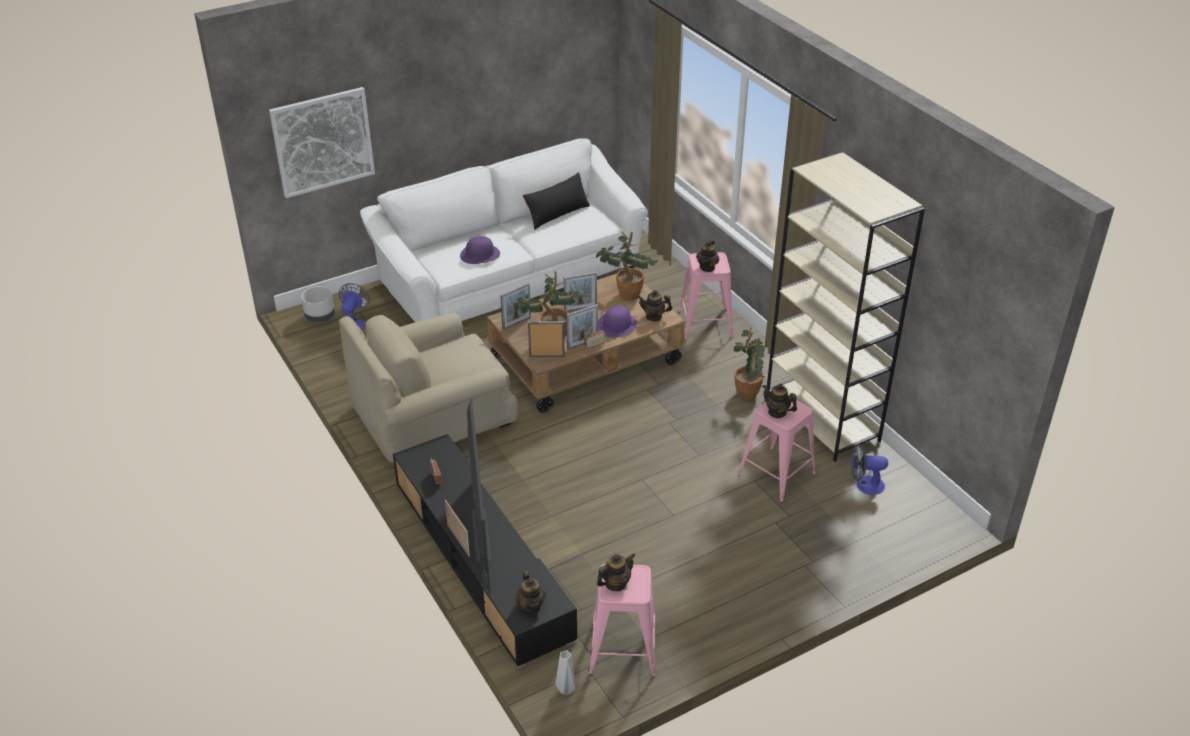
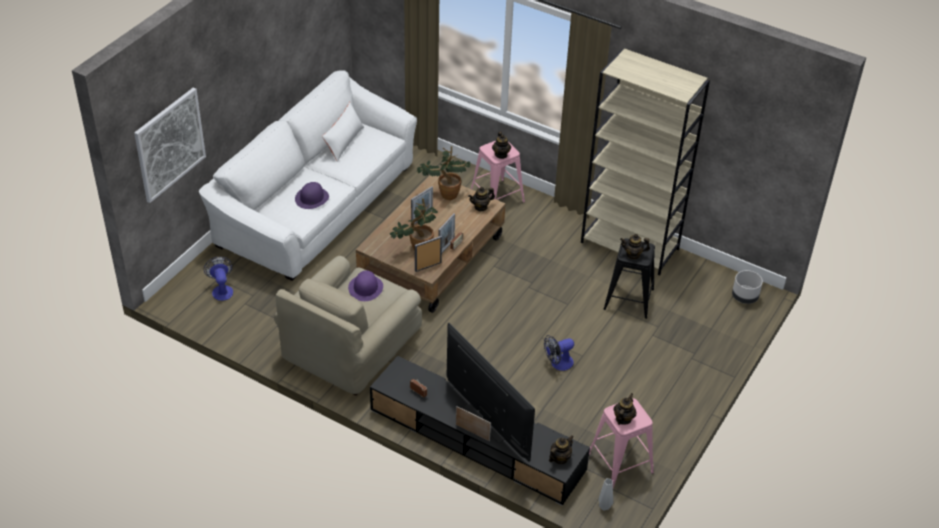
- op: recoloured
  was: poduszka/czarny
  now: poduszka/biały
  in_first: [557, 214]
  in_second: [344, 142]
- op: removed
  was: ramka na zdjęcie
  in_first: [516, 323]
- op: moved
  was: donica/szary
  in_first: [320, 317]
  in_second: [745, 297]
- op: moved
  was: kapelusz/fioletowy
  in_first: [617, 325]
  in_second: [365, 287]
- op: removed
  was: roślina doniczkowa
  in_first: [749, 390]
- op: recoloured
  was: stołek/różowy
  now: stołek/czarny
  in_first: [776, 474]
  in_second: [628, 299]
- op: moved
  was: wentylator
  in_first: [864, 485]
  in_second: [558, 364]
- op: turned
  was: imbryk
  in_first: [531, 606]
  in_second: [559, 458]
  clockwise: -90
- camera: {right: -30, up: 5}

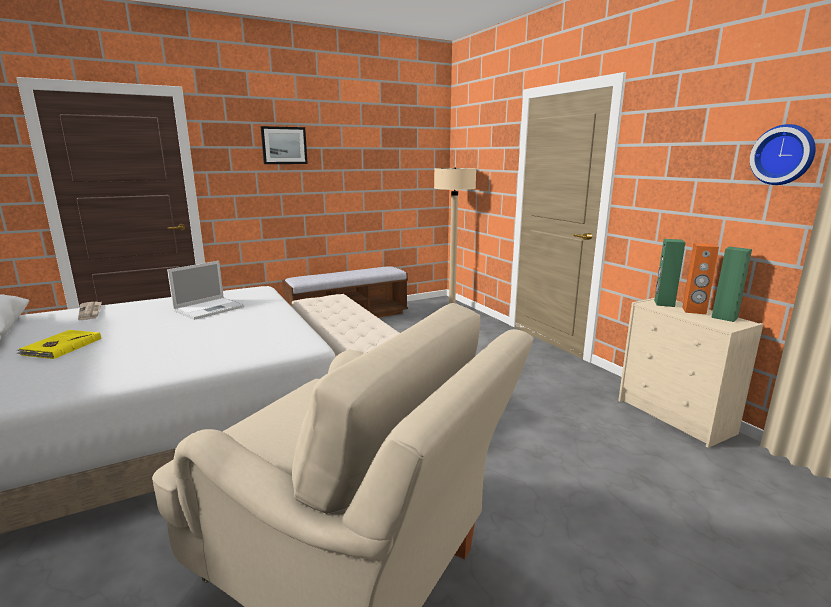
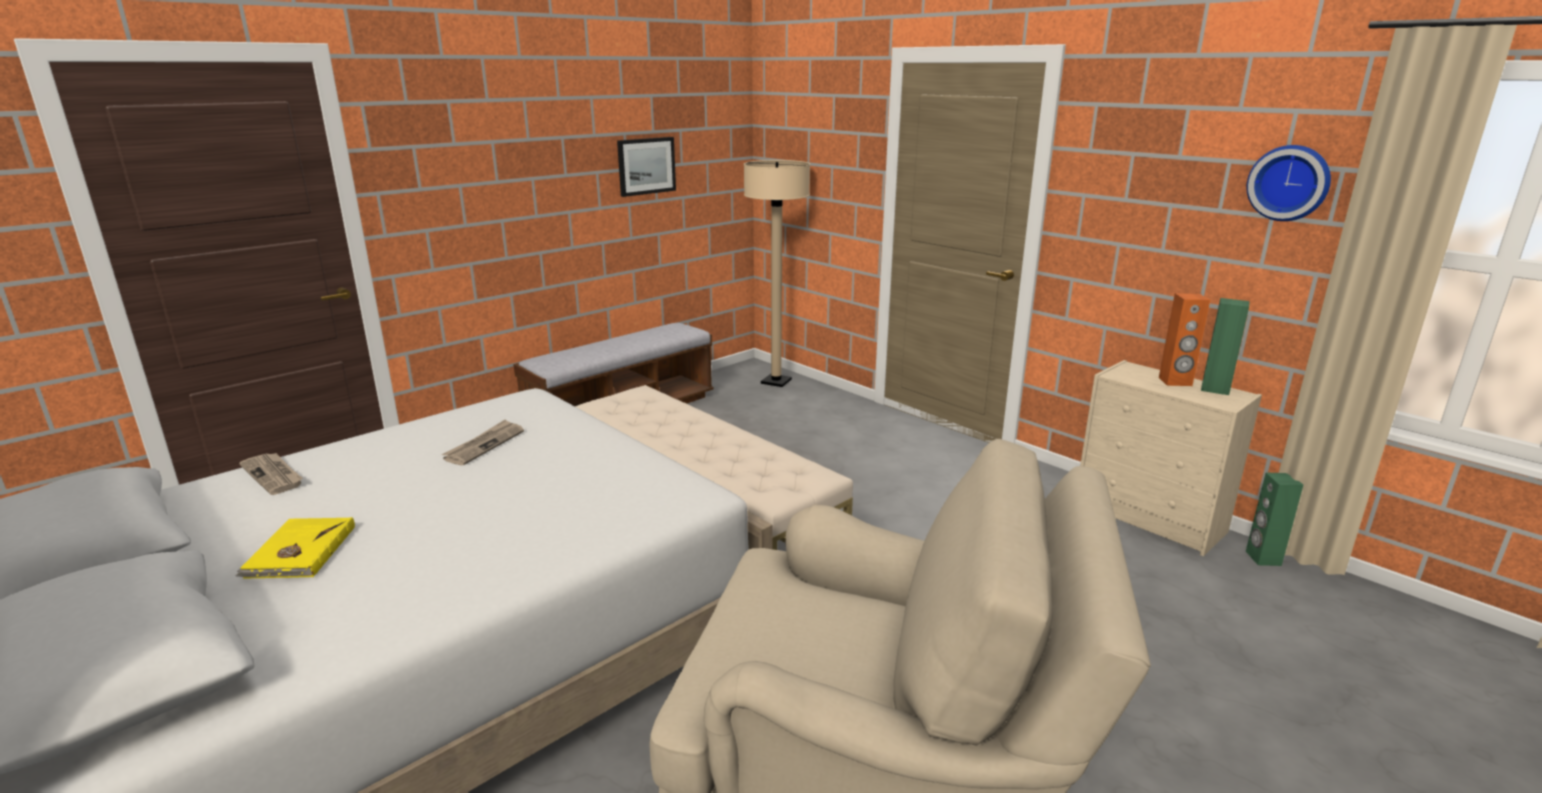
- op: moved
  was: obraz
  in_first: [284, 145]
  in_second: [646, 166]
- op: moved
  was: głośnik/zielony
  in_first: [663, 303]
  in_second: [1262, 558]
- op: replaced
  was: laptop
  now: gazeta
  in_first: [210, 308]
  in_second: [484, 445]
- camera: {right: -15, up: 5}

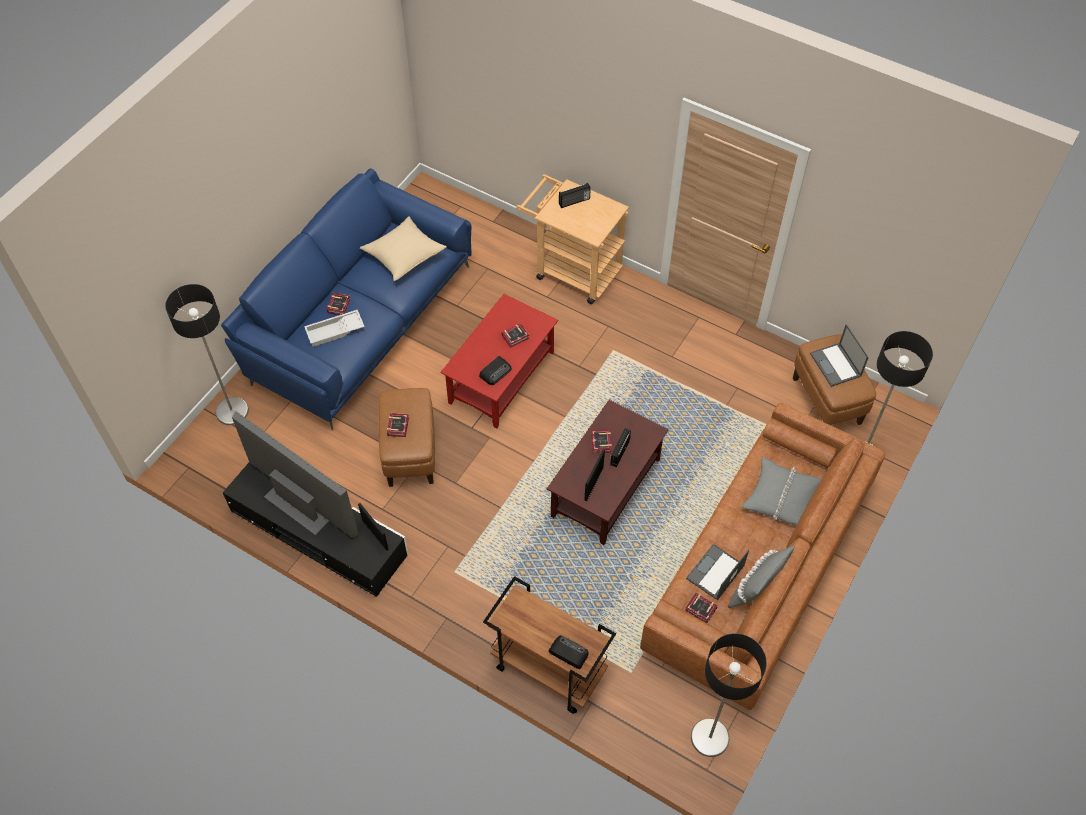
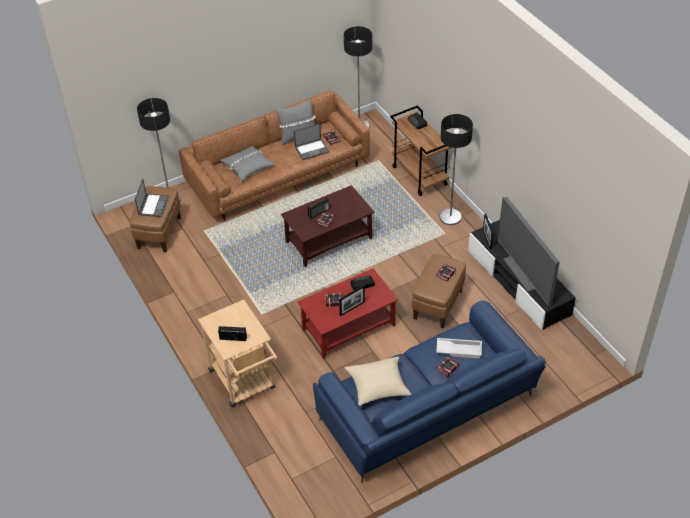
- op: moved
  was: lampa stojąca
  in_first: [232, 411]
  in_second: [450, 217]
- op: moved
  was: ramka na zdjęcie
  in_first: [594, 484]
  in_second: [352, 308]
- camera: {right: -150, up: -10}

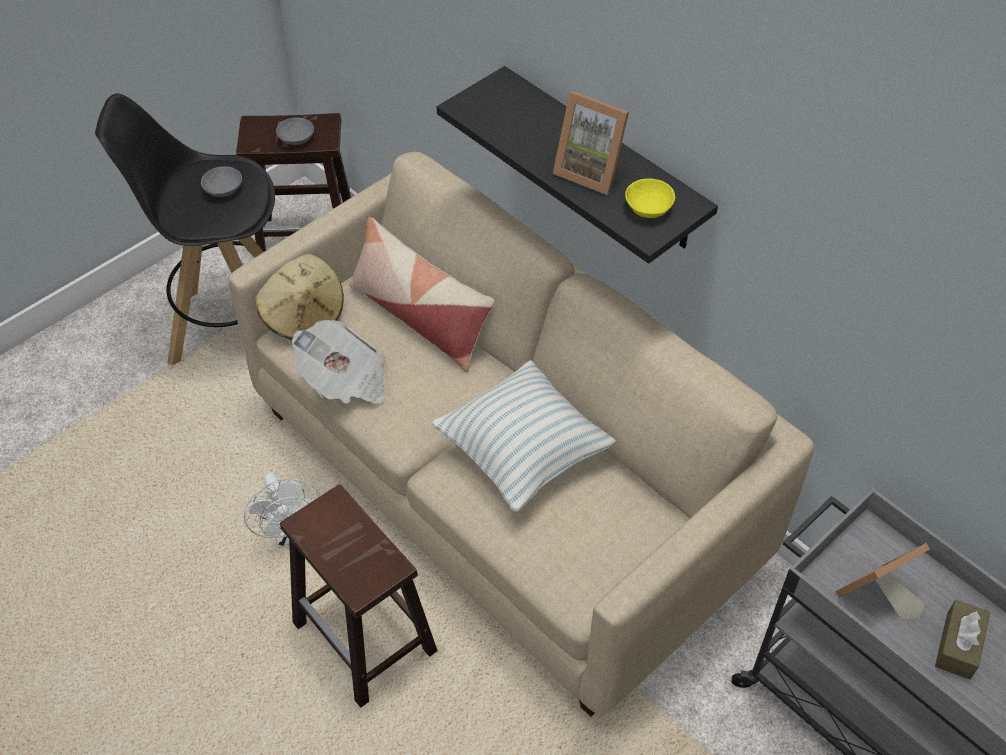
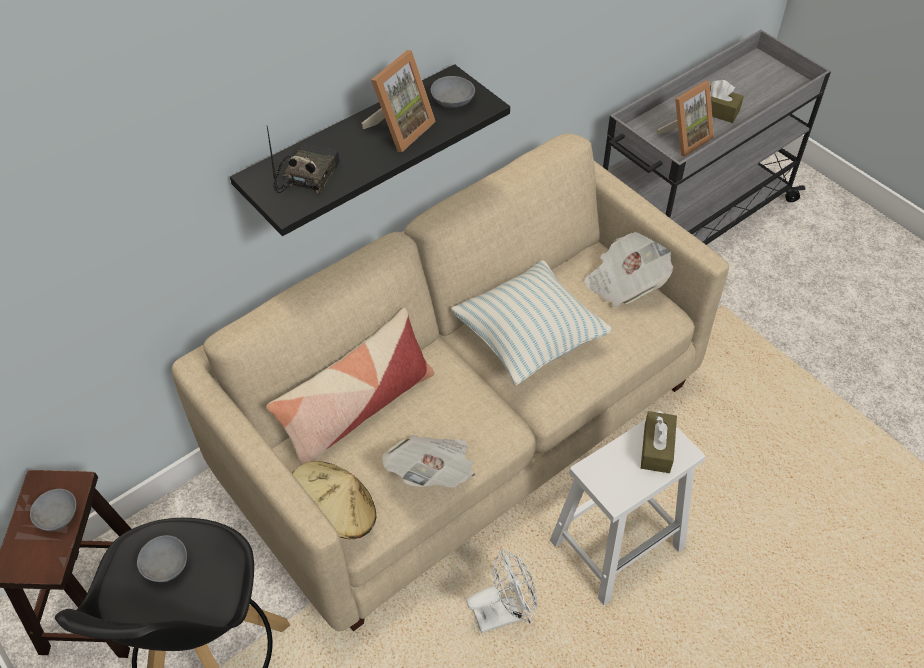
- op: recoloured
  was: miska/żółty
  now: miska/szary
  in_first: [650, 208]
  in_second: [454, 100]
- op: recoloured
  was: stołek/brązowy
  now: stołek/biały
  in_first: [366, 638]
  in_second: [618, 543]
- op: turned
  was: ramka na zdjęcie
  in_first: [877, 599]
  in_second: [685, 139]
  clockwise: -105
- op: added
  now: radio
  in_second: [306, 175]
- op: added
  now: gazeta
  in_second: [626, 282]
- op: added
  now: pudełko chusteczek/brązowy
  in_second: [657, 448]
- camera: {right: -85, up: 0}

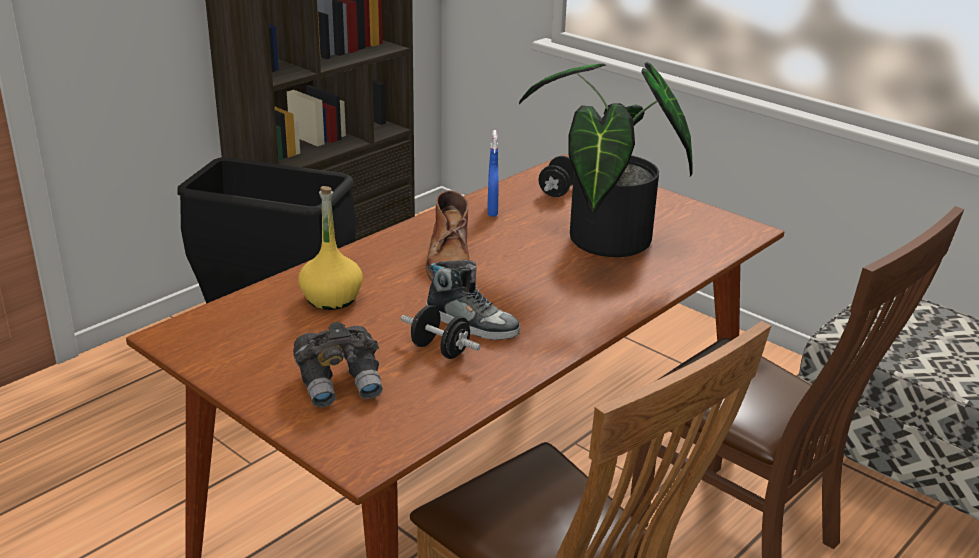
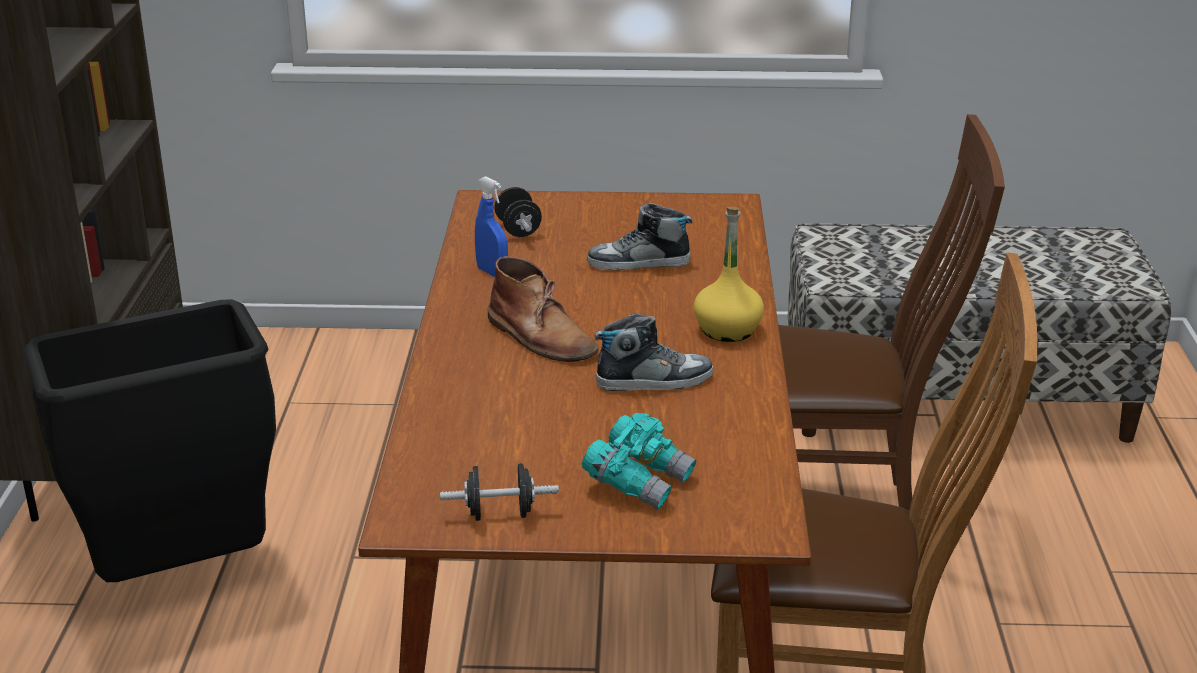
- op: replaced
  was: roślina doniczkowa
  now: but
  in_first: [602, 243]
  in_second: [639, 263]
- op: moved
  was: butelka/żółty
  in_first: [332, 298]
  in_second: [727, 329]
- op: moved
  was: hantel/czarny
  in_first: [440, 350]
  in_second: [500, 514]
- op: recoloured
  was: lornetka/szary
  now: lornetka/turkusowy
  in_first: [340, 383]
  in_second: [639, 482]
- camera: {right: -40, up: 0}

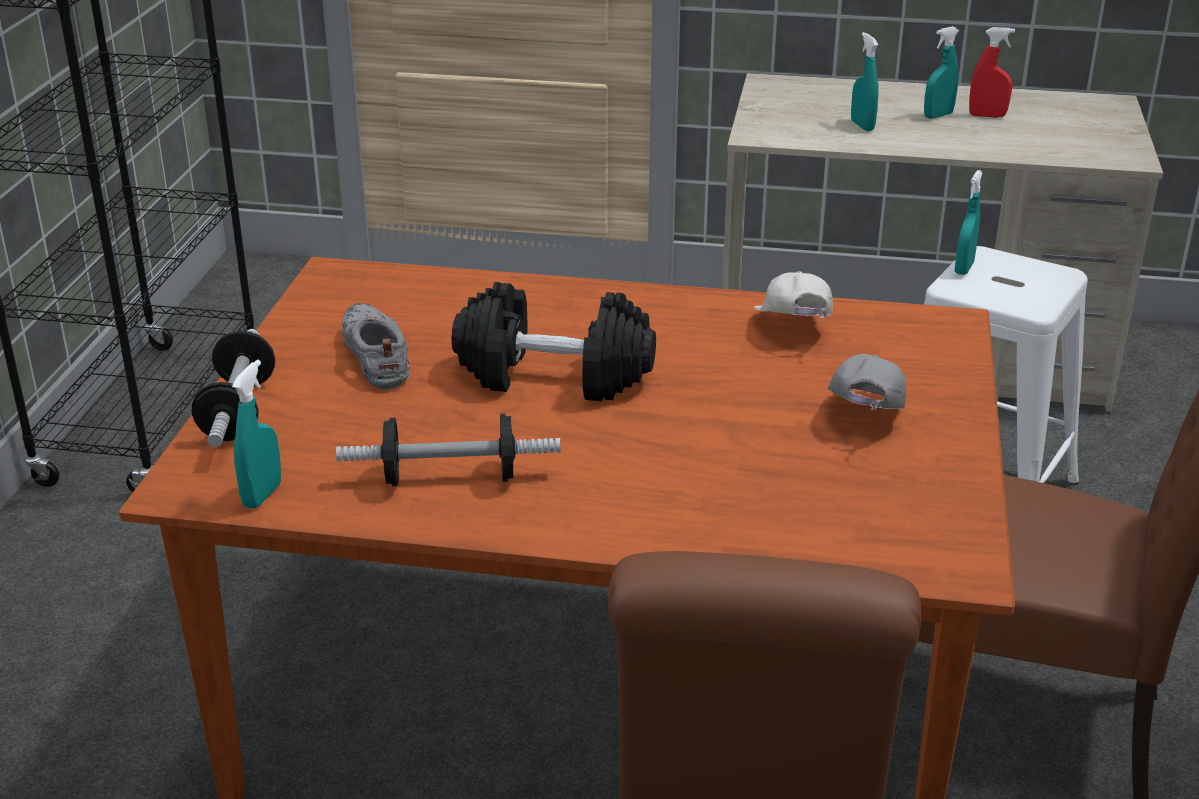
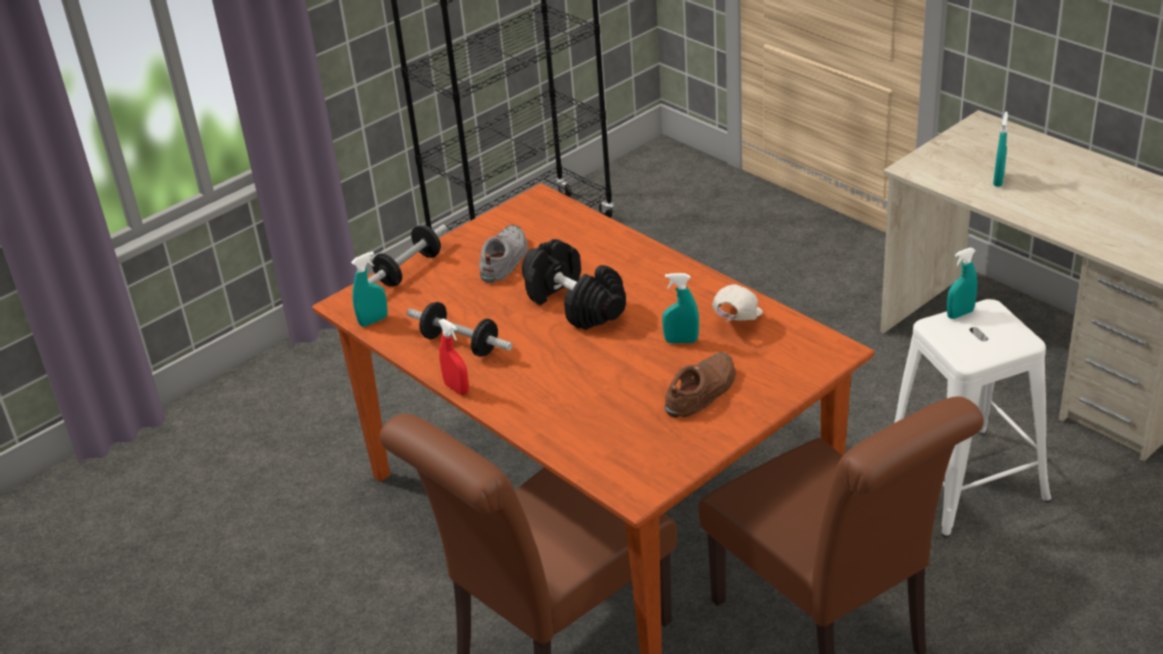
- op: moved
  was: spryskiwacz/turkusowy
  in_first: [938, 115]
  in_second: [681, 341]
- op: moved
  was: spryskiwacz/czerwony
  in_first: [987, 116]
  in_second: [457, 388]
- op: replaced
  was: czapka z daszkiem/szary
  now: but/brązowy
  in_first: [863, 417]
  in_second: [701, 391]
- camera: {right: 40, up: 5}

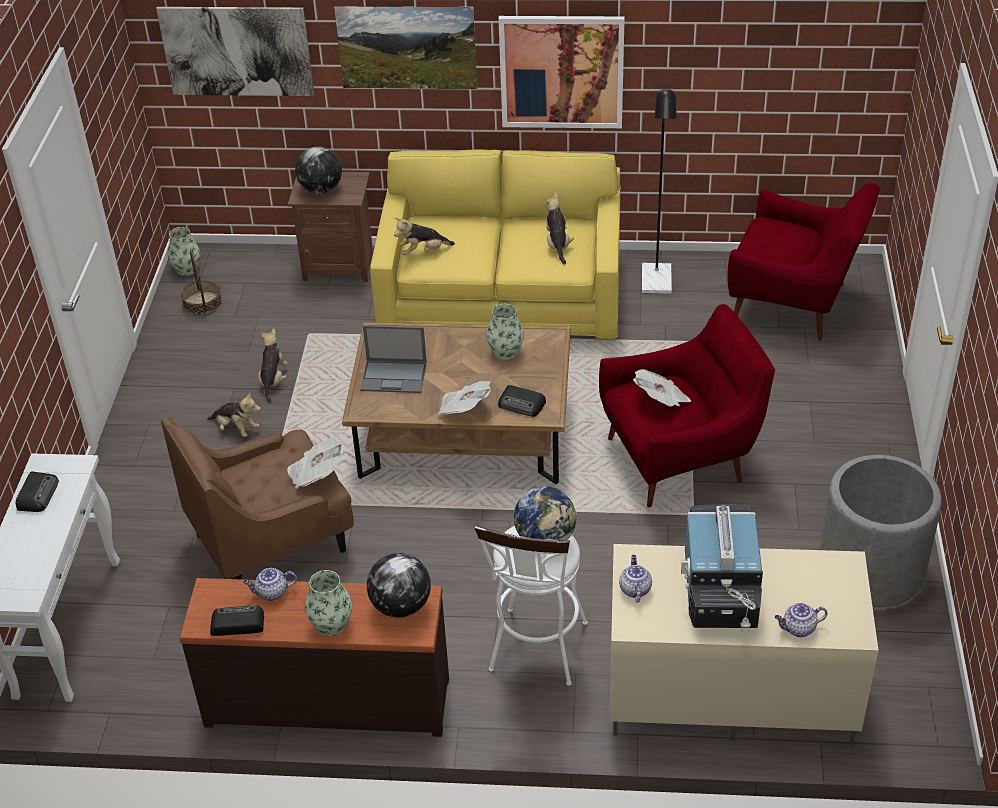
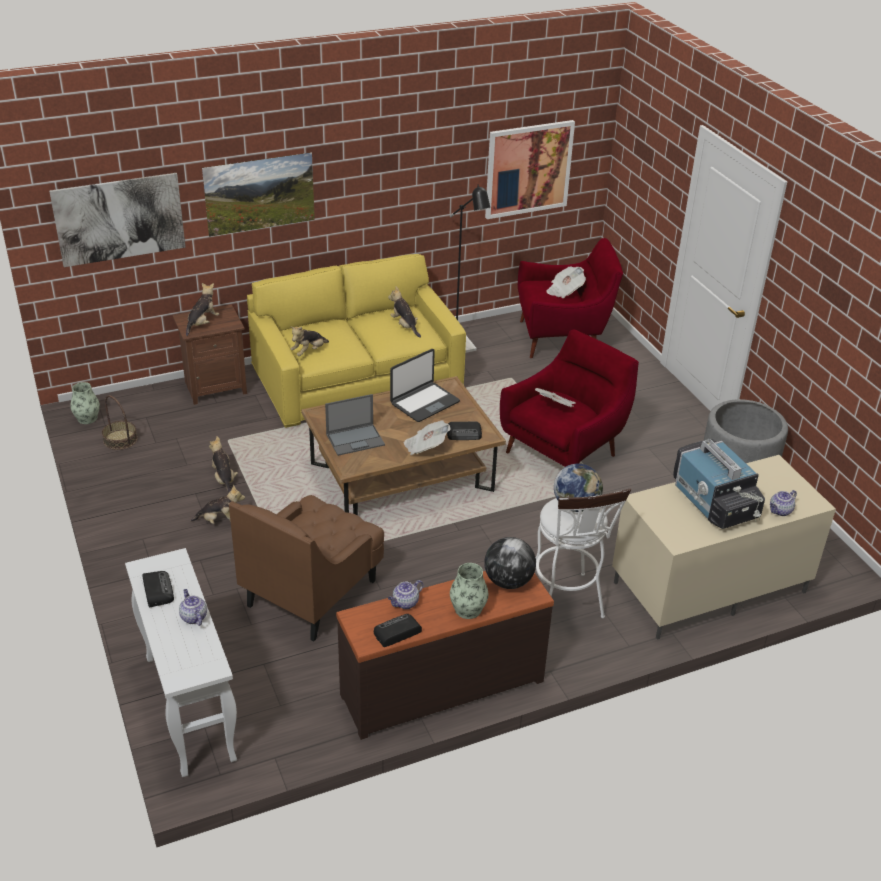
- op: moved
  was: obraz
  in_first: [561, 71]
  in_second: [528, 169]
- op: replaced
  was: globus
  now: pluszak
  in_first: [320, 189]
  in_second: [202, 323]
- op: replaced
  was: wazon
  now: laptop
  in_first: [505, 351]
  in_second: [424, 402]
- op: moved
  was: gazeta
  in_first: [316, 474]
  in_second: [564, 291]
- op: moved
  was: imbryk
  in_first: [634, 589]
  in_second: [193, 617]
- camera: {right: -30, up: -5}

